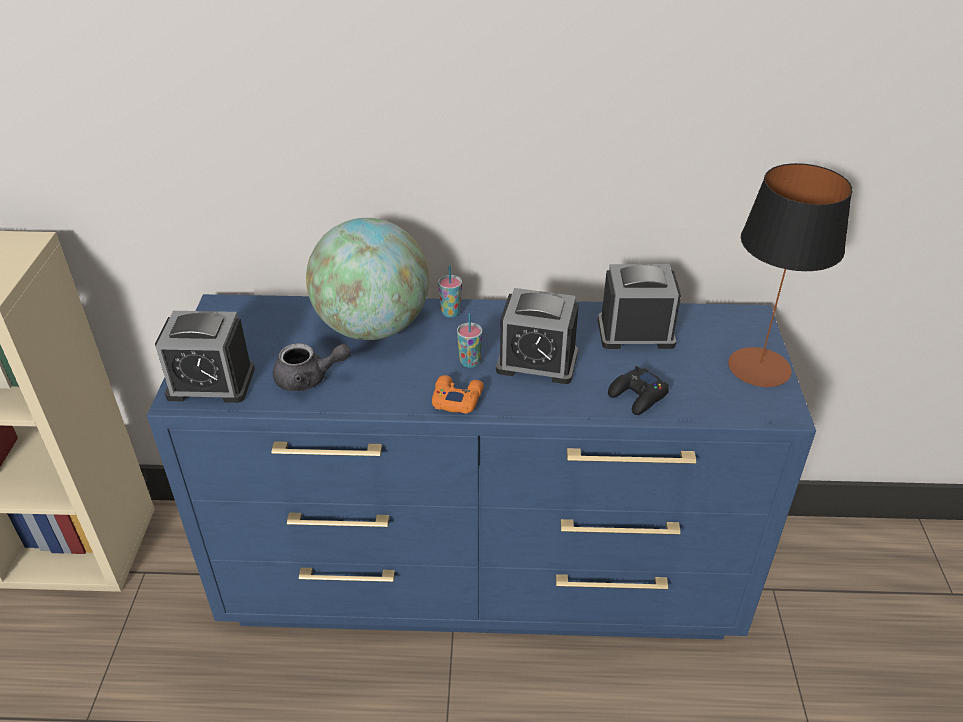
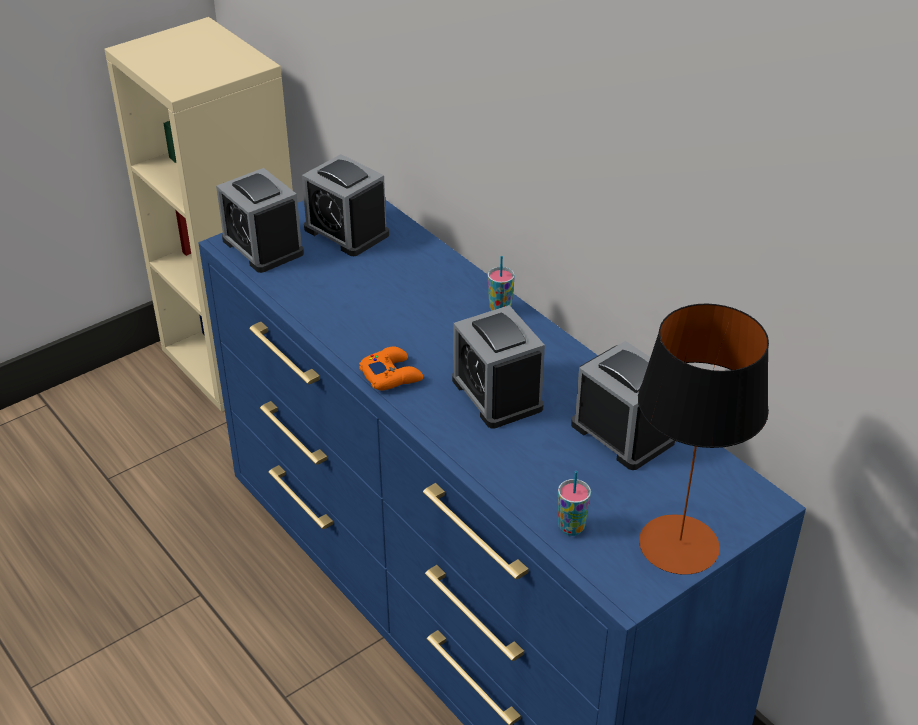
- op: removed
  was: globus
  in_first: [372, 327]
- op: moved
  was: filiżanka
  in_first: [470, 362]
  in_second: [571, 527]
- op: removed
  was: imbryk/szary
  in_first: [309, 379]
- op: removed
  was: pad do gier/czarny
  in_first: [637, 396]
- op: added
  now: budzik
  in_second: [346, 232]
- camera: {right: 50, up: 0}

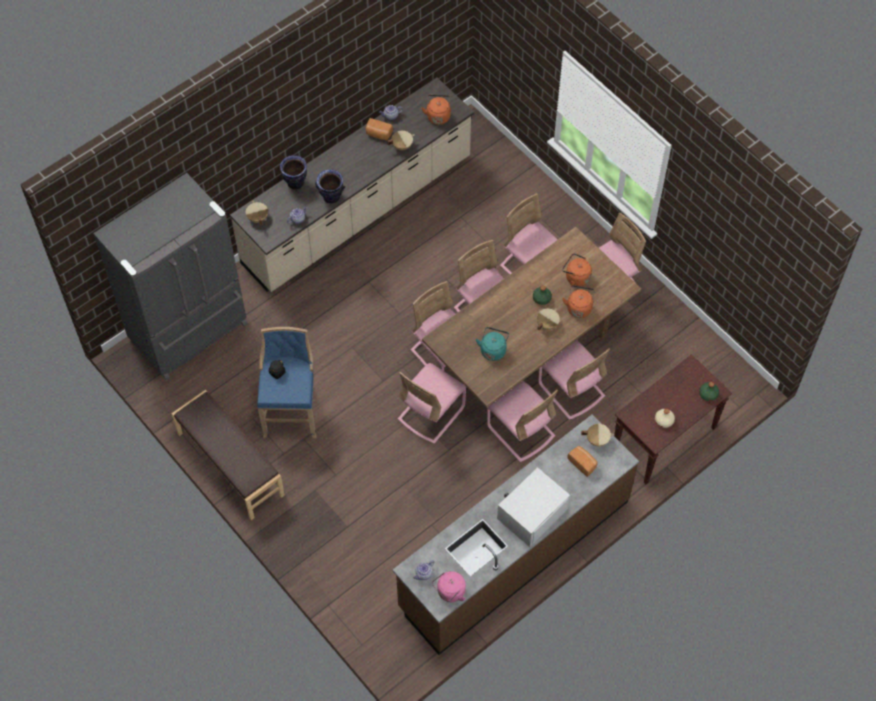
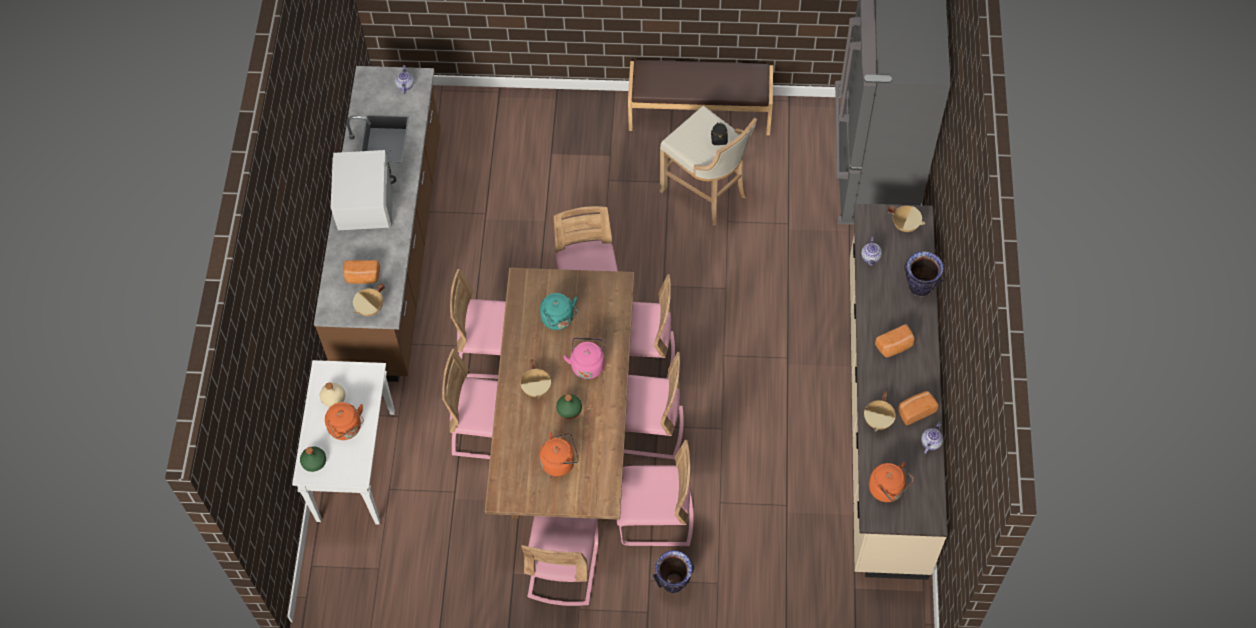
- op: moved
  was: wazon
  in_first: [331, 197]
  in_second: [673, 583]
- op: moved
  was: czajnik/pomarańczowy
  in_first: [579, 307]
  in_second: [347, 428]
- op: recoloured
  was: stołek/niebieski
  now: stołek/beżowy
  in_first: [291, 410]
  in_second: [707, 193]
- op: recoloured
  was: stolik konsolowy/brązowy
  now: stolik konsolowy/biały
  in_first: [663, 440]
  in_second: [356, 464]
- op: moved
  was: czajnik/różowy
  in_first: [450, 592]
  in_second: [587, 364]
- op: added
  now: chleb
  in_second: [895, 346]
- camera: {right: 135, up: 0}

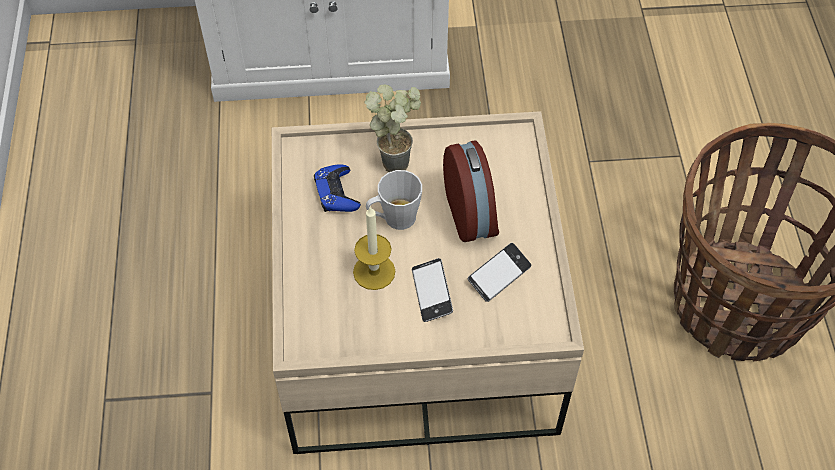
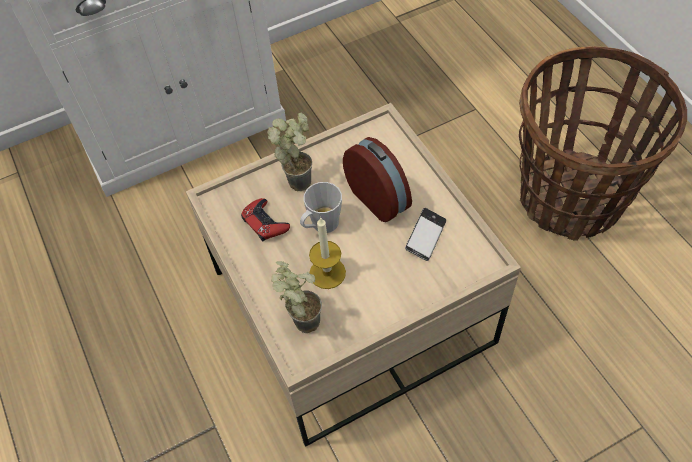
- op: recoloured
  was: pad do gier/niebieski
  now: pad do gier/czerwony
  in_first: [337, 193]
  in_second: [265, 223]
- op: removed
  was: telefon
  in_first: [432, 293]
- op: added
  now: roślina doniczkowa
  in_second: [299, 320]
- camera: {right: -20, up: 0}

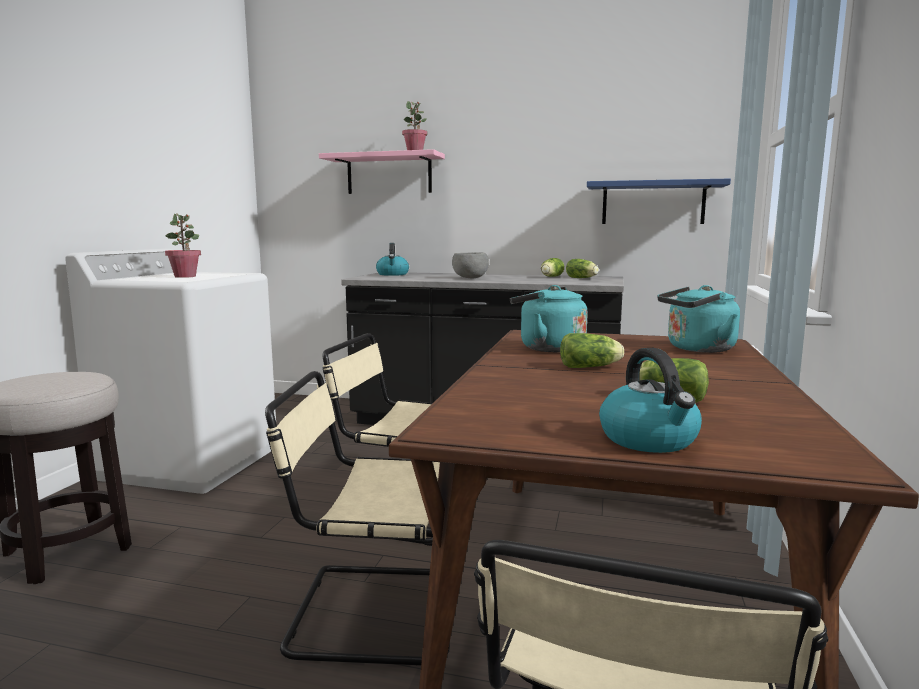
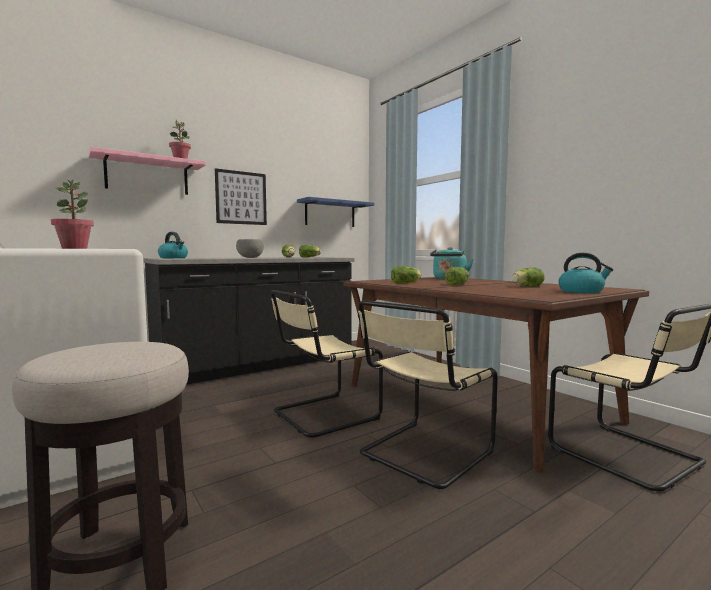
- op: replaced
  was: czajnik/turkusowy
  now: sałata
  in_first: [547, 348]
  in_second: [406, 283]
- op: added
  now: obraz
  in_second: [241, 198]
- camera: {right: -50, up: -5}

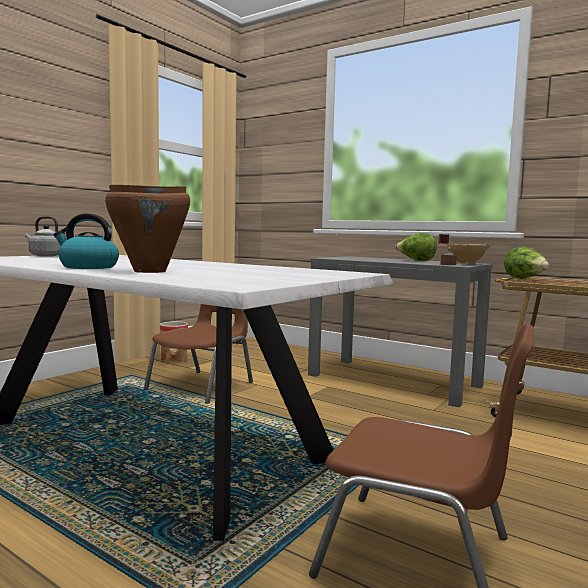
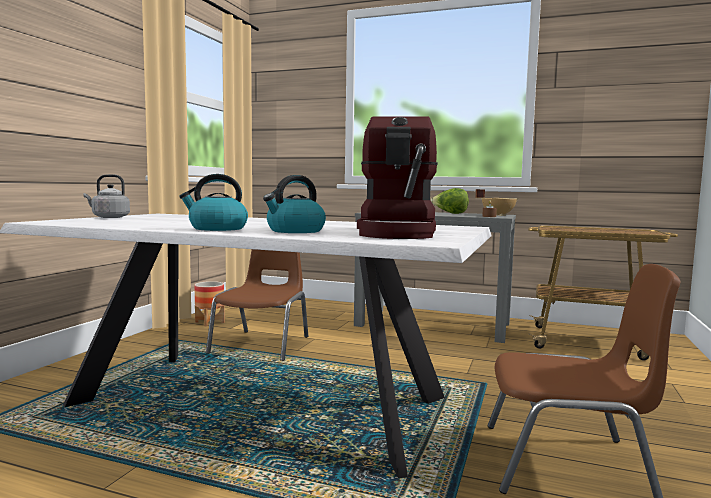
- op: replaced
  was: garnek/brązowy
  now: czajnik
  in_first: [150, 271]
  in_second: [295, 231]
- op: removed
  was: sałata
  in_first: [525, 279]
- op: added
  now: ekspres do kawy
  in_second: [399, 232]
- camera: {right: -15, up: 0}

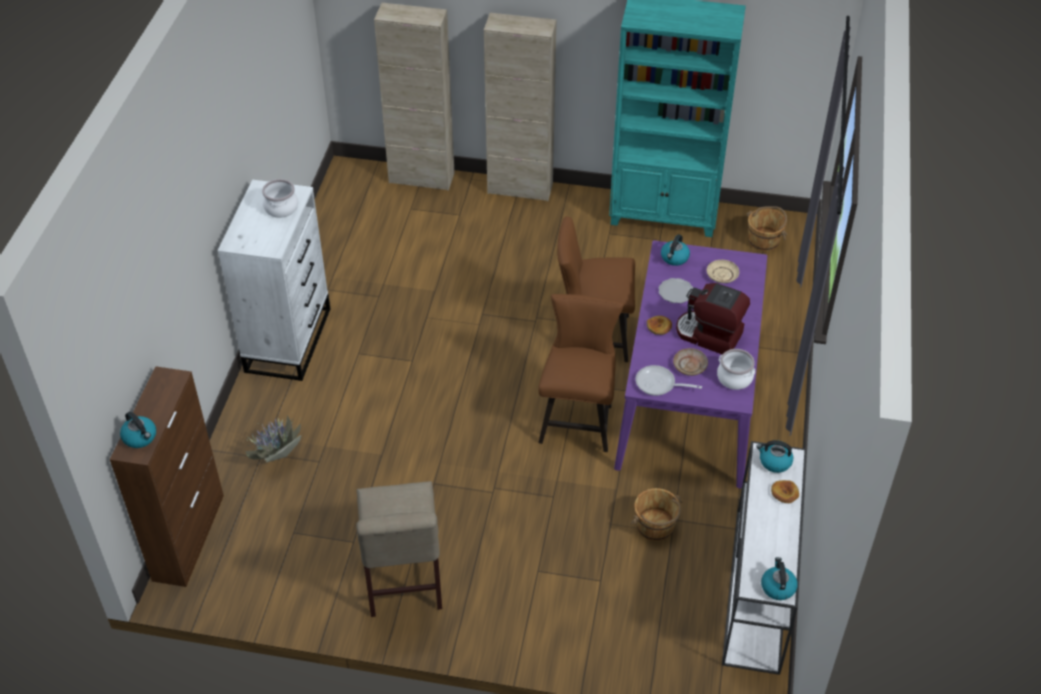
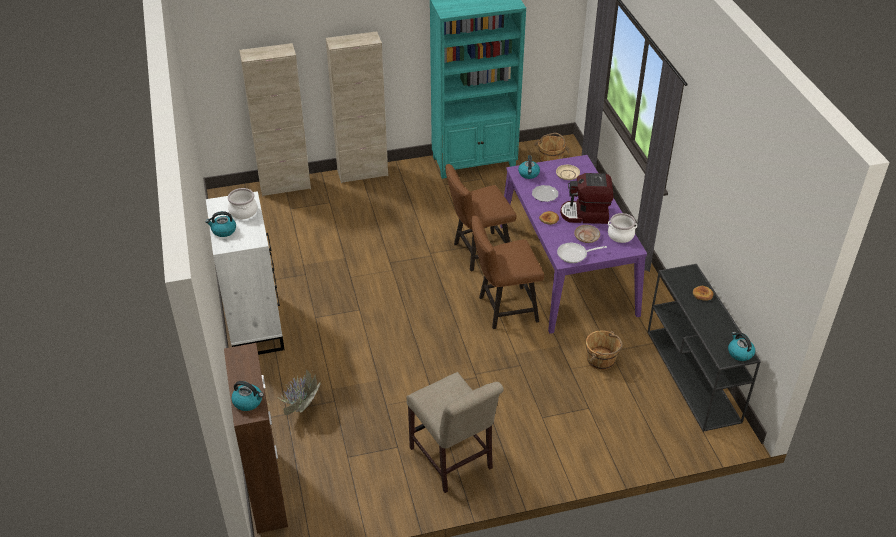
- op: turned
  was: krzesło/brązowy
  in_first: [578, 419]
  in_second: [503, 309]
  clockwise: -90
- op: moved
  was: czajnik
  in_first: [774, 462]
  in_second: [223, 231]
- op: recoloured
  was: stolik konsolowy/biały
  now: stolik konsolowy/czarny
  in_first: [757, 591]
  in_second: [693, 376]
- camera: {right: -25, up: -5}

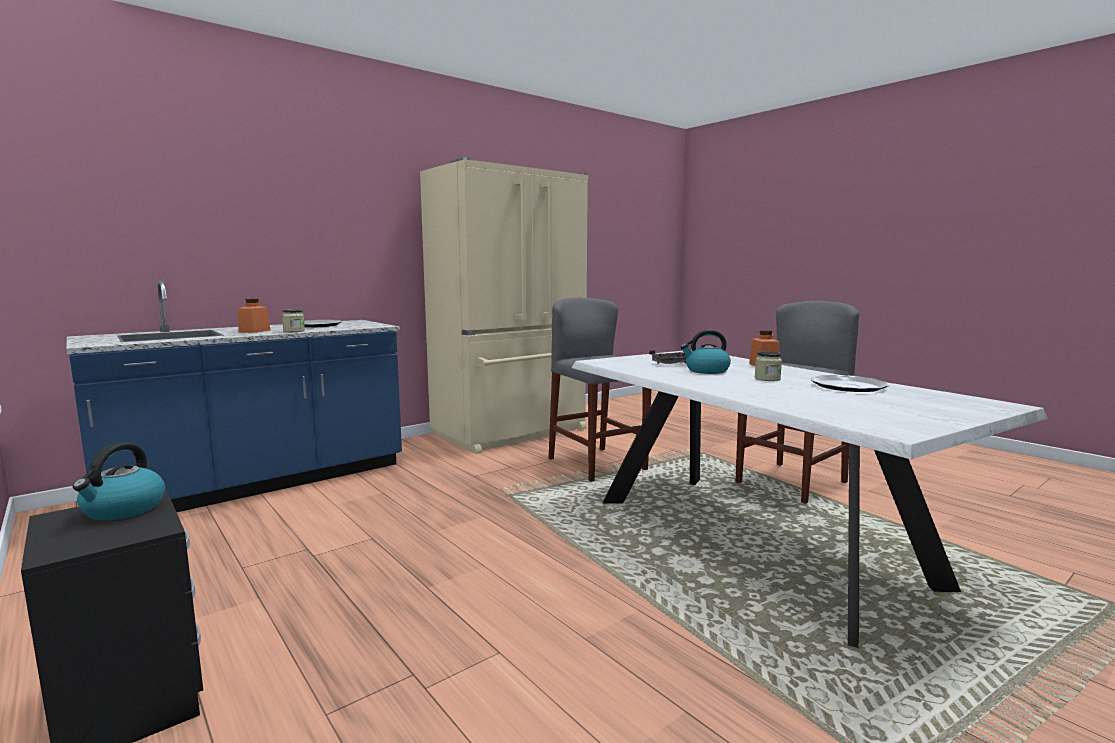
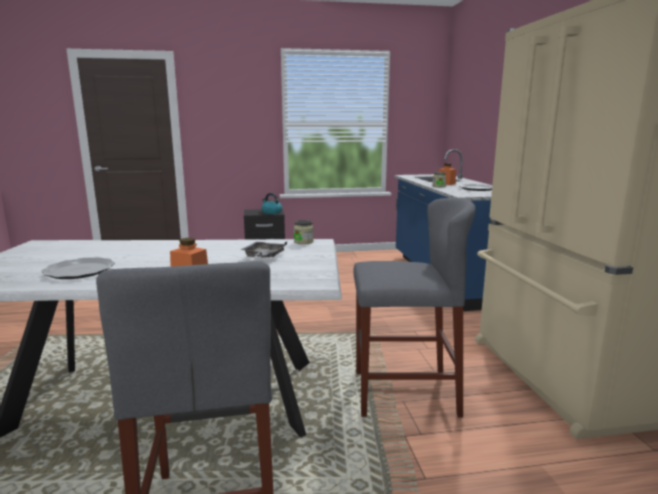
- op: removed
  was: czajnik
  in_first: [706, 371]
- op: moved
  was: słoik
  in_first: [767, 379]
  in_second: [303, 242]
- camera: {right: 120, up: 5}

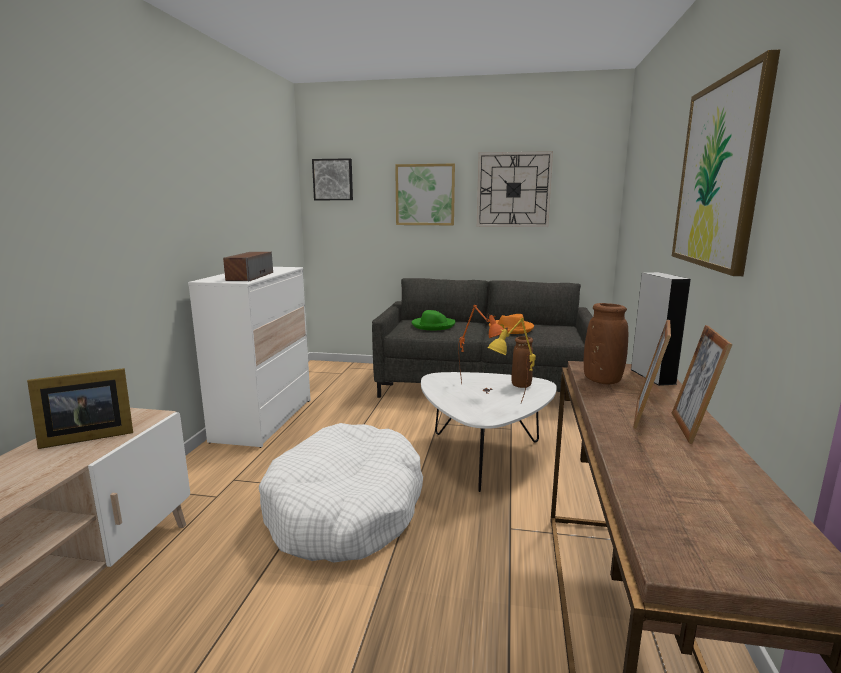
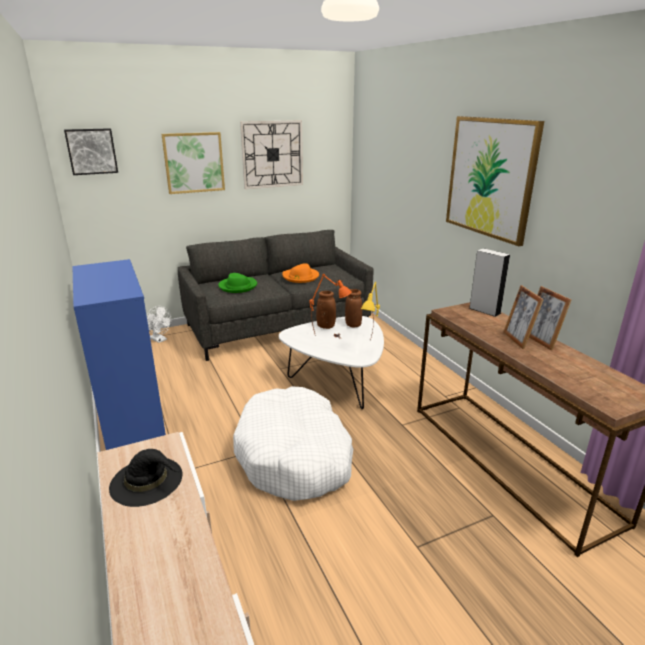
- op: removed
  was: głośnik
  in_first: [250, 276]
- op: recoloured
  was: komoda/biały
  now: komoda/niebieski
  in_first: [264, 420]
  in_second: [131, 414]
- op: moved
  was: wazon/brązowy
  in_first: [602, 380]
  in_second: [326, 326]
- op: replaced
  was: ramka na zdjęcie
  now: kapelusz/czarny
  in_first: [85, 437]
  in_second: [147, 481]
- op: added
  now: wentylator/biały
  in_second: [160, 340]
- camera: {right: -35, up: 10}

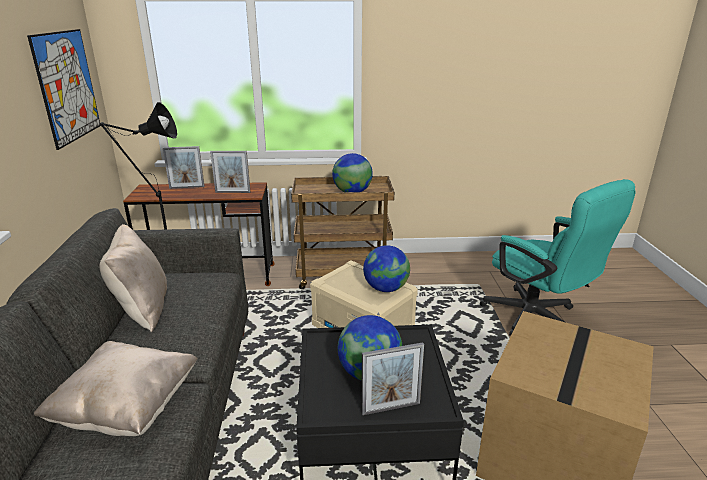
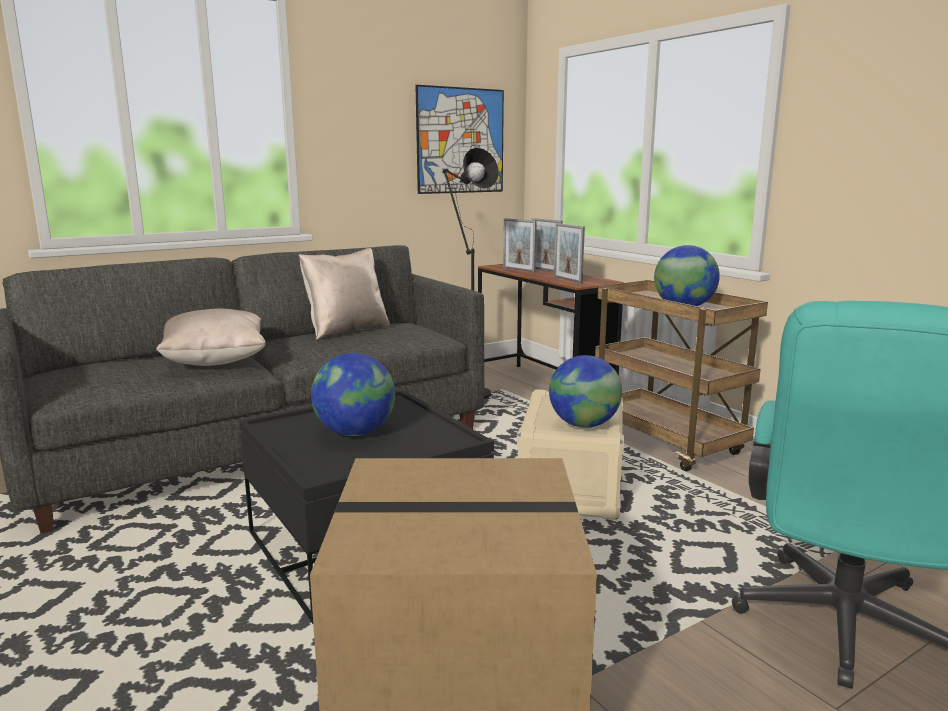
- op: moved
  was: ramka na zdjęcie
  in_first: [391, 408]
  in_second: [518, 270]
- camera: {right: 60, up: -10}

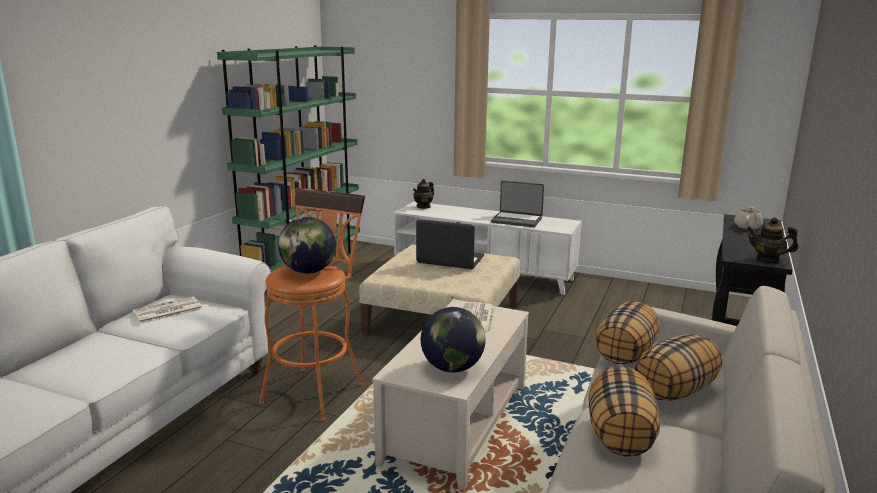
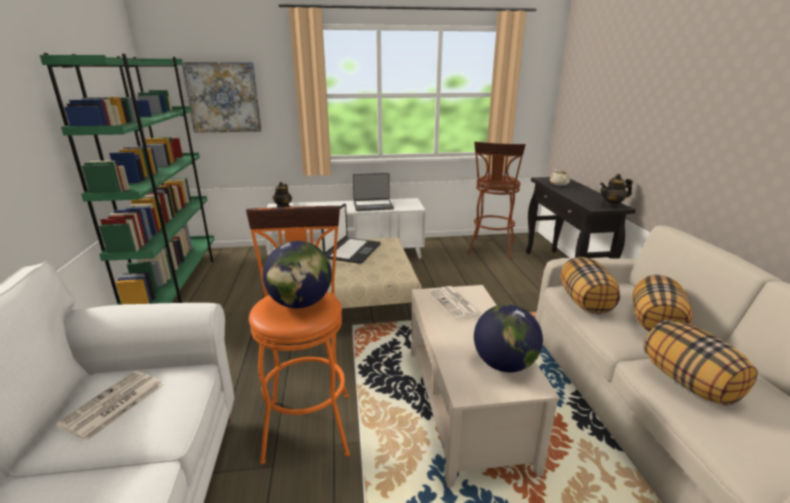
- op: turned
  was: laptop
  in_first: [450, 260]
  in_second: [352, 251]
  clockwise: 120
- op: added
  now: obraz
  in_second: [223, 97]
- op: added
  now: stołek/brązowy
  in_second: [491, 250]
- camera: {right: -30, up: 5}

